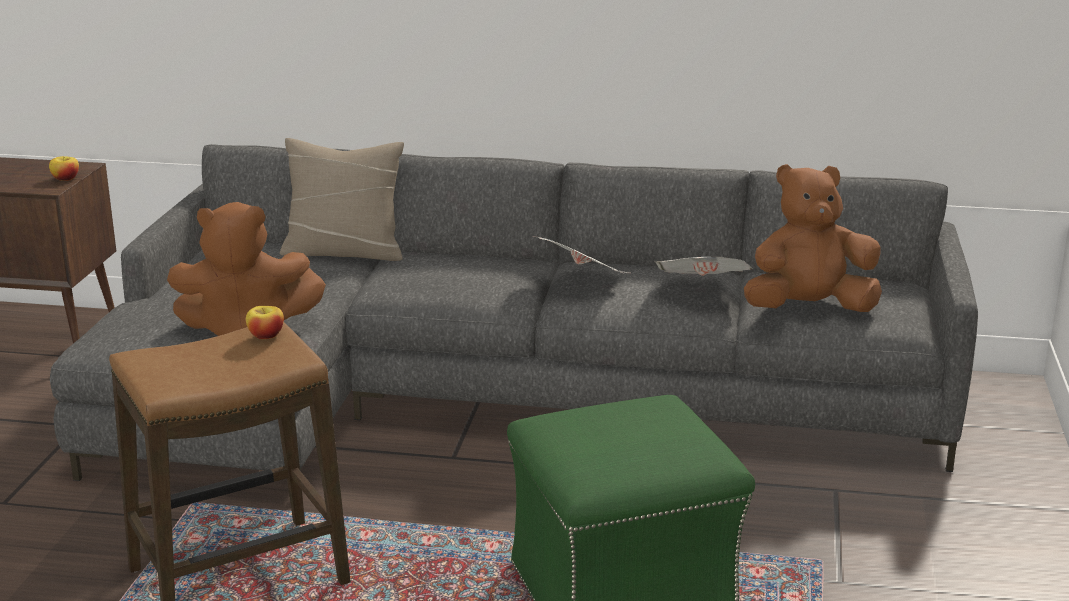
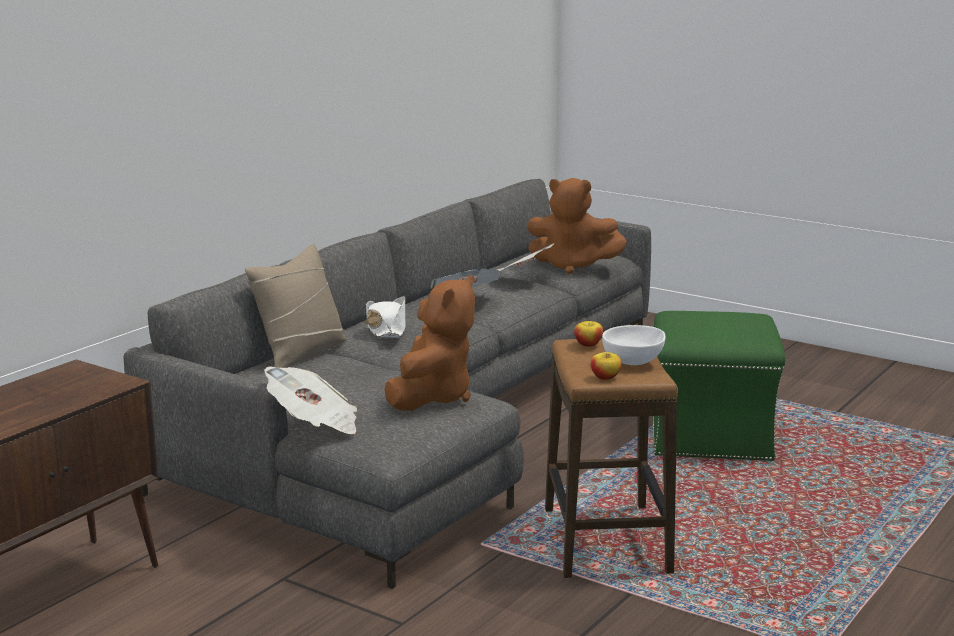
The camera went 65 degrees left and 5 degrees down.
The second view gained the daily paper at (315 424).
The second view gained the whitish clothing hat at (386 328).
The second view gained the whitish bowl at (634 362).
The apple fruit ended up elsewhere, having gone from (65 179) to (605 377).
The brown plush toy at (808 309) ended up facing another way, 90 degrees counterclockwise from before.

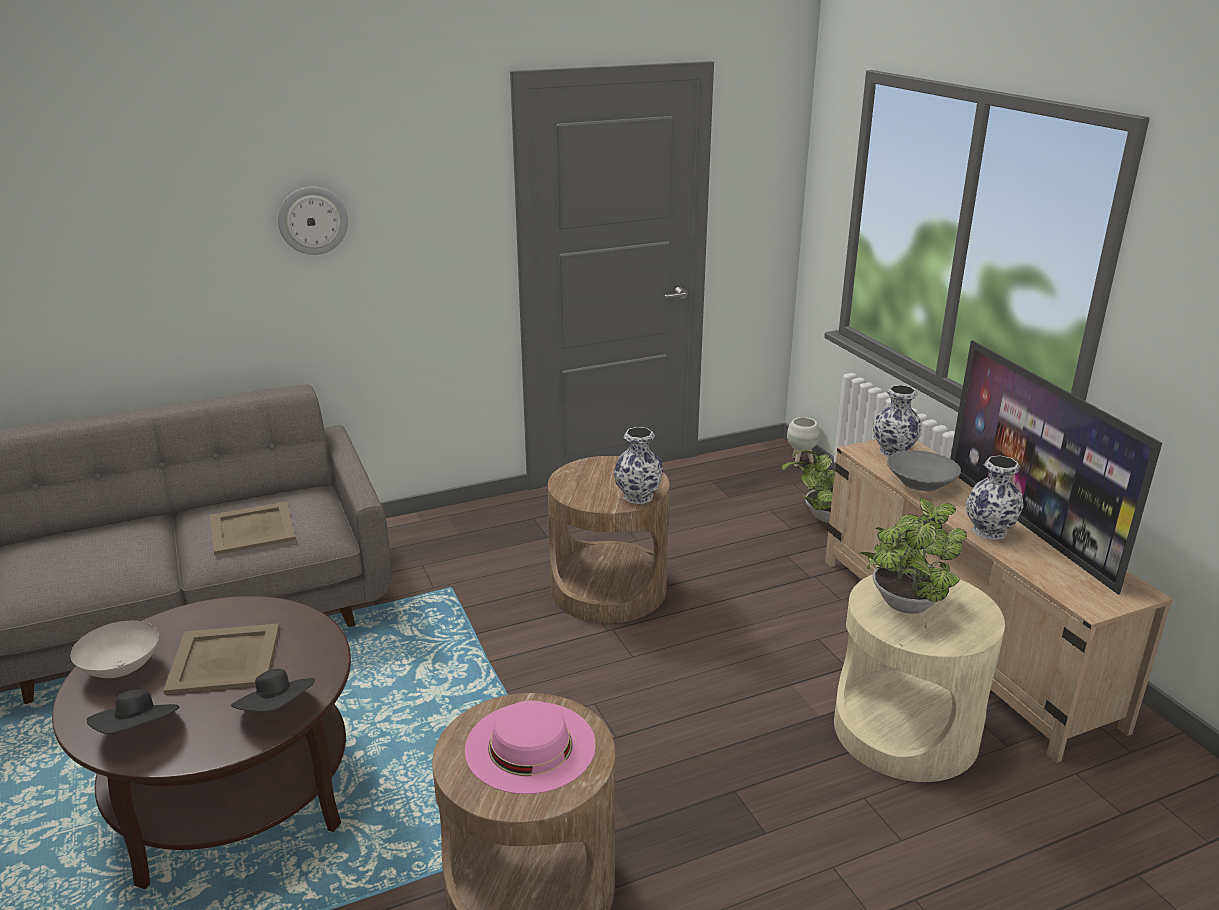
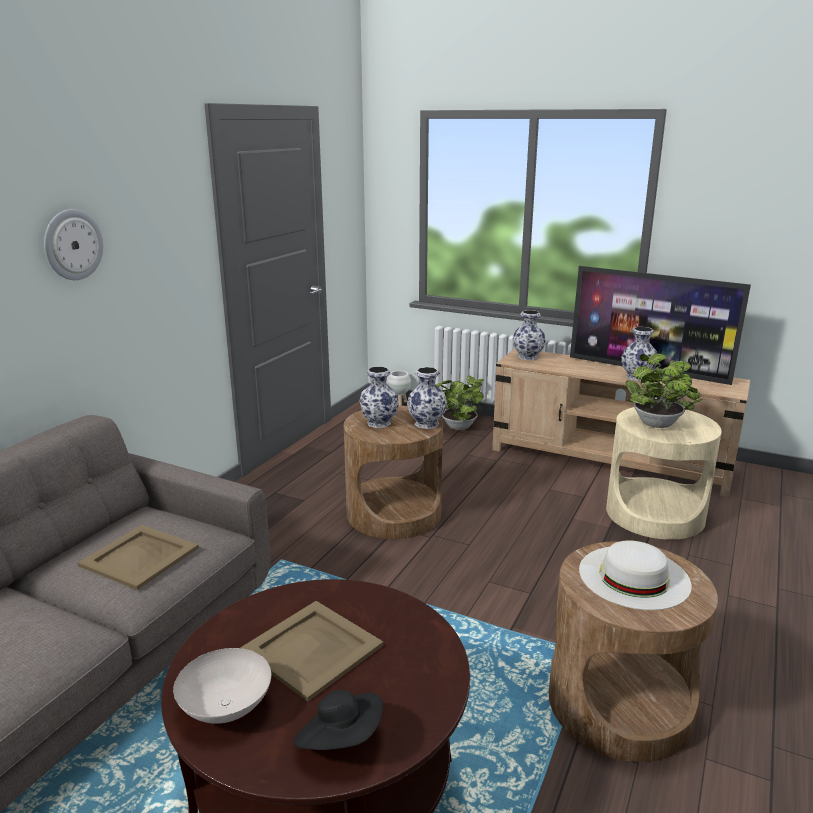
The camera went 40 degrees left and 5 degrees down.
The second view lost the black clothing hat at (278 711).
The second view lost the greyish bowl at (920 484).
The second view gained the flower vase at (379 423).
What was the pink clothing hat at (530 746) turned into the whitish clothing hat at (634 577).

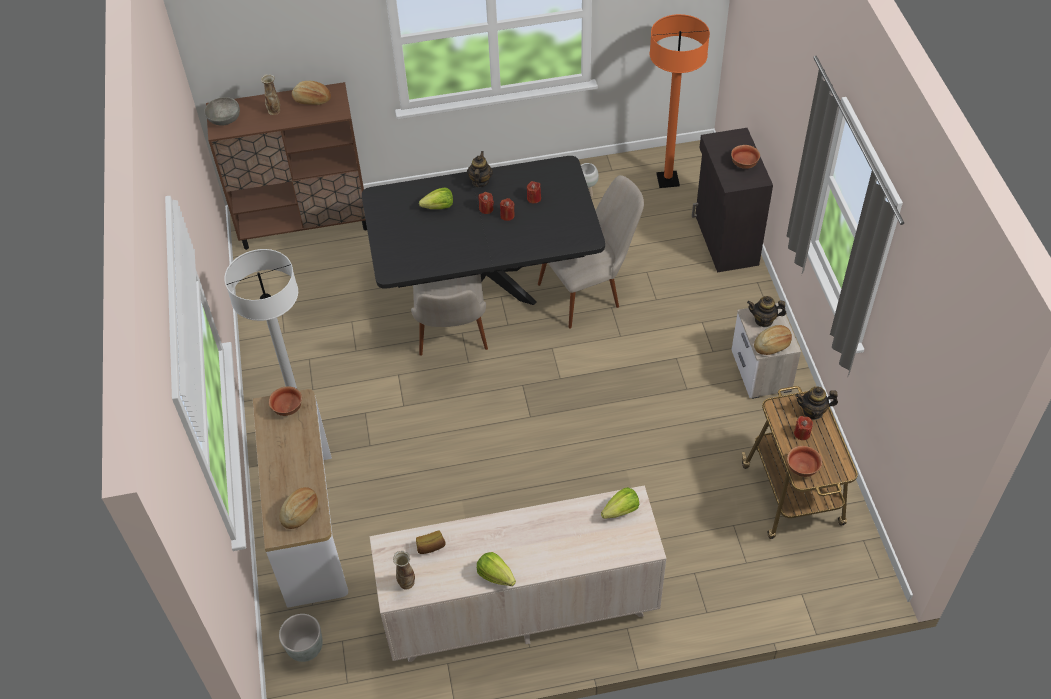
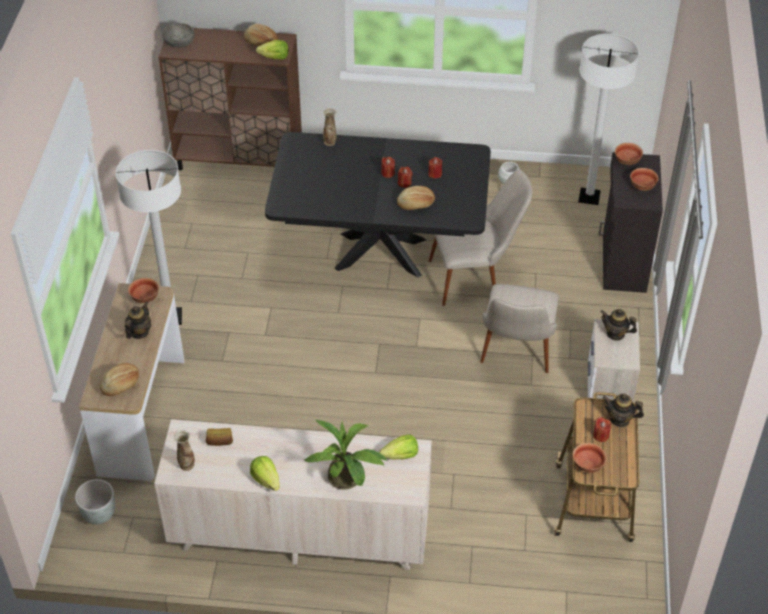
The camera went 15 degrees right and 5 degrees down.
The second view gained the plant in a pot at (347 480).
The second view gained the bowl at (627 162).
The flower vase ended up elsewhere, having gone from (274 111) to (330 142).
The beige-coloured chair ended up elsewhere, having gone from (452 341) to (516 357).
The head of lettuce ended up elsewhere, having gone from (439 207) to (274 58).
The pot for tea ended up elsewhere, having gone from (480 181) to (139 332).
The bread ended up elsewhere, having gone from (772 345) to (416 204).
What was the orange standard lamp at (667 180) turned into the whitish standard lamp at (589 197).

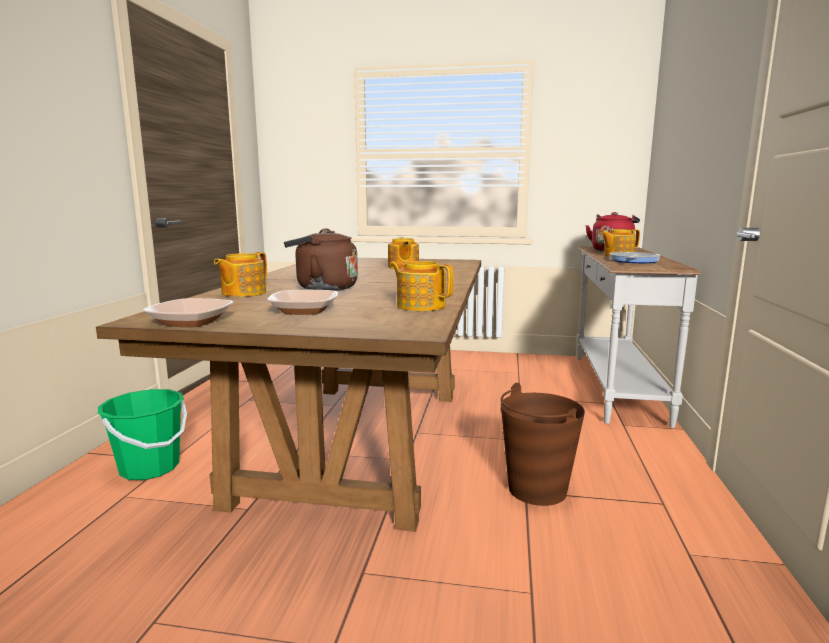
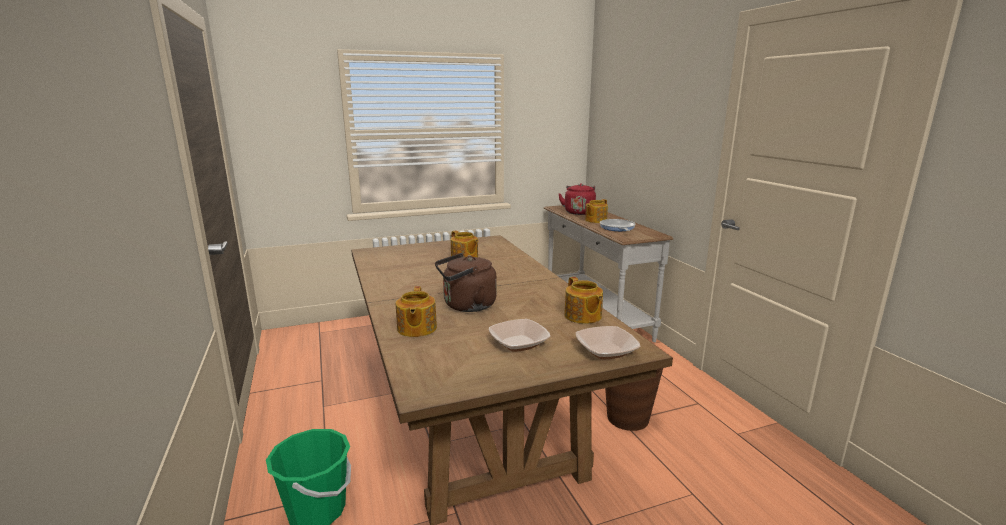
The camera went 30 degrees left and 5 degrees up.
The bowl ended up elsewhere, having gone from (191 322) to (606 351).
The pot for tea at (420 306) ended up facing another way, 120 degrees counterclockwise from before.

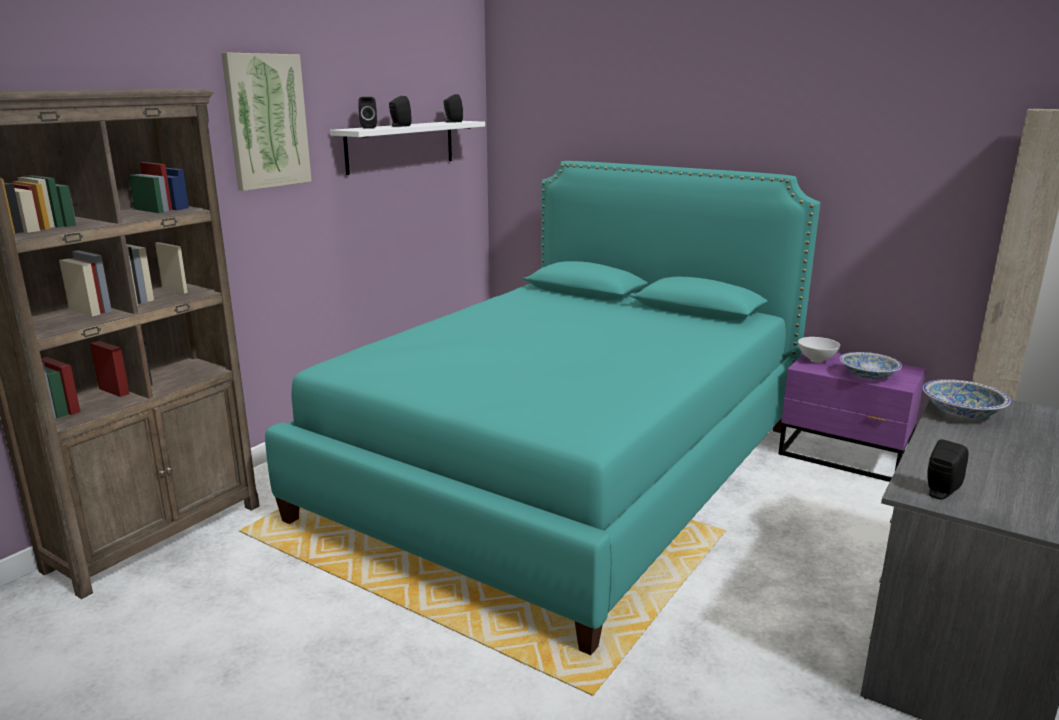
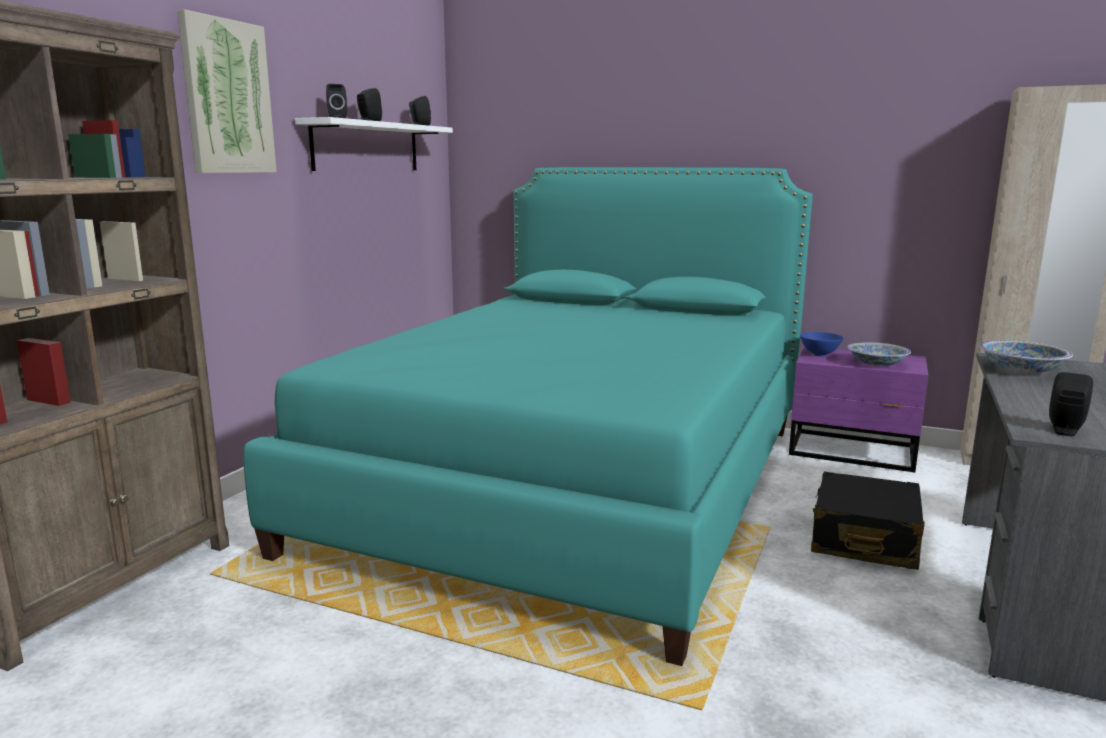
The camera went 10 degrees left and 5 degrees down.
The second view gained the black travel case at (864 539).
What was the whitish bowl at (816 360) turned into the bluish bowl at (819 354).

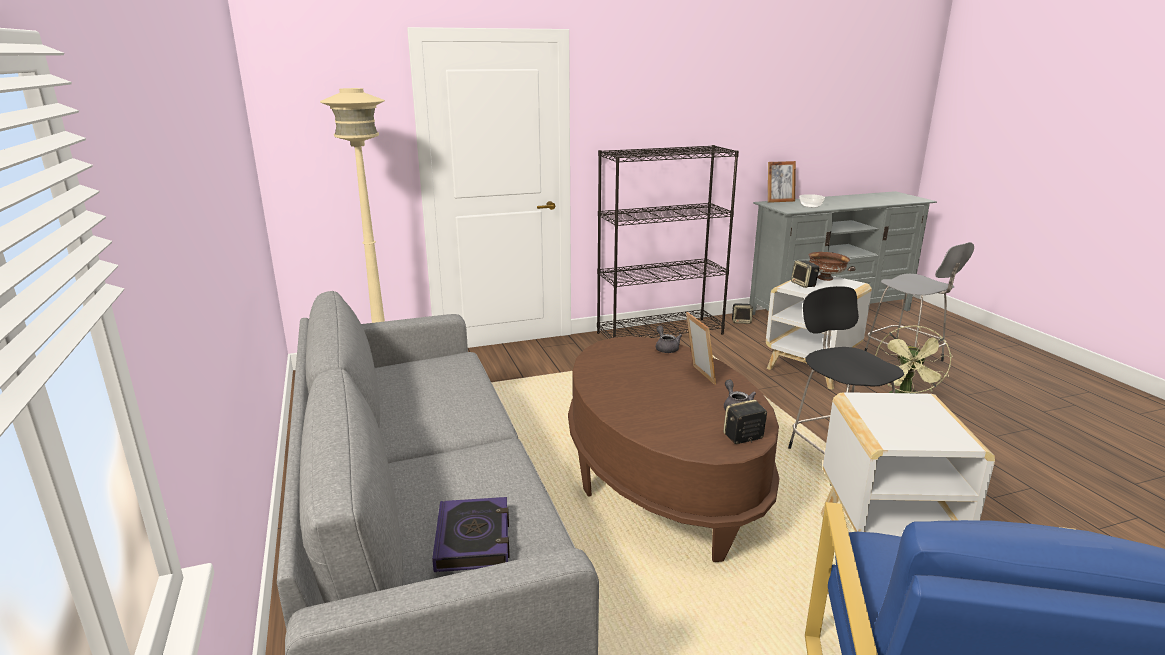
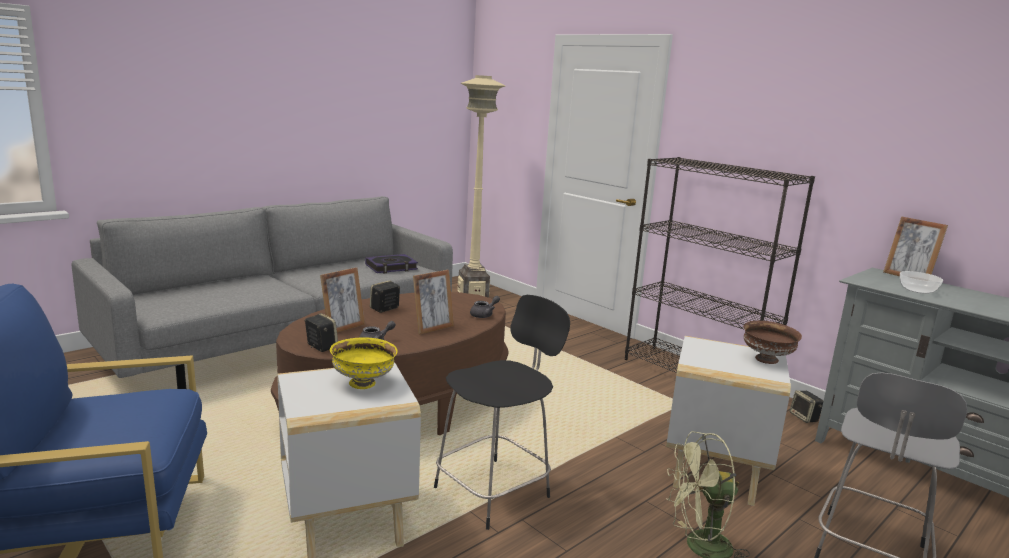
The camera went 65 degrees right and 5 degrees down.
The second view gained the photo frame at (343 328).
The second view gained the yellow bowl at (364 383).
The book ended up elsewhere, having gone from (473 540) to (391 267).
The audio speaker ended up elsewhere, having gone from (804 284) to (384 309).

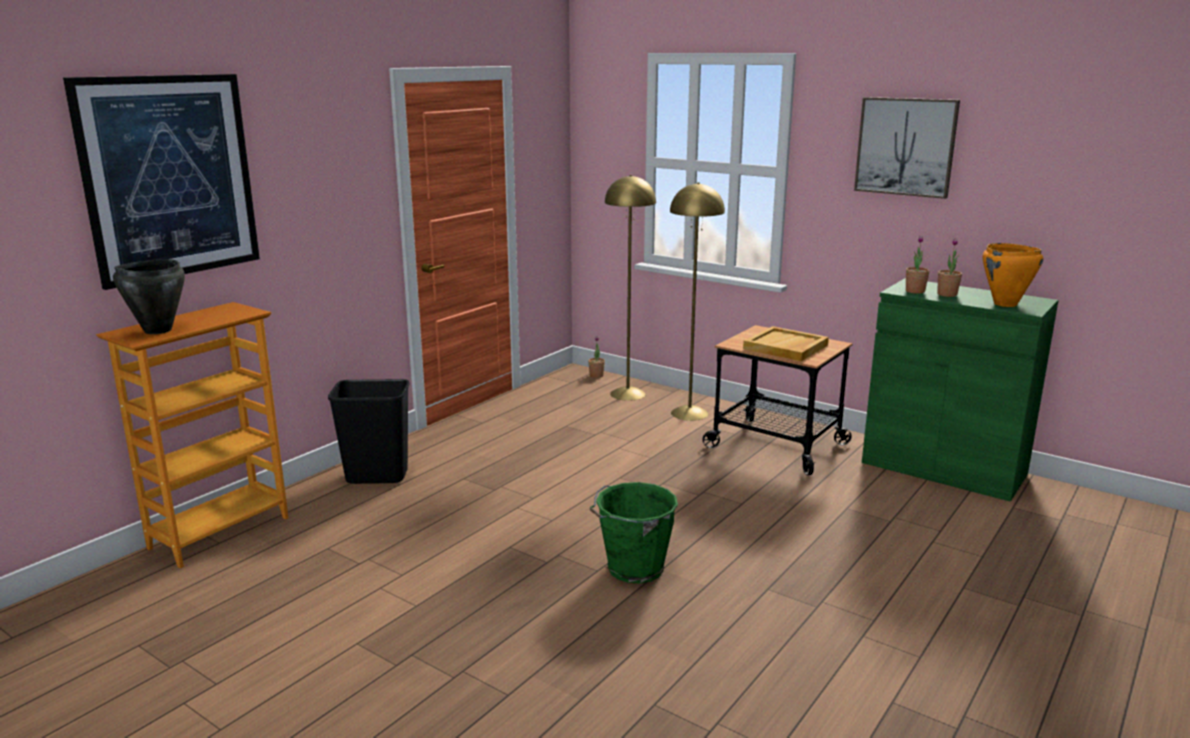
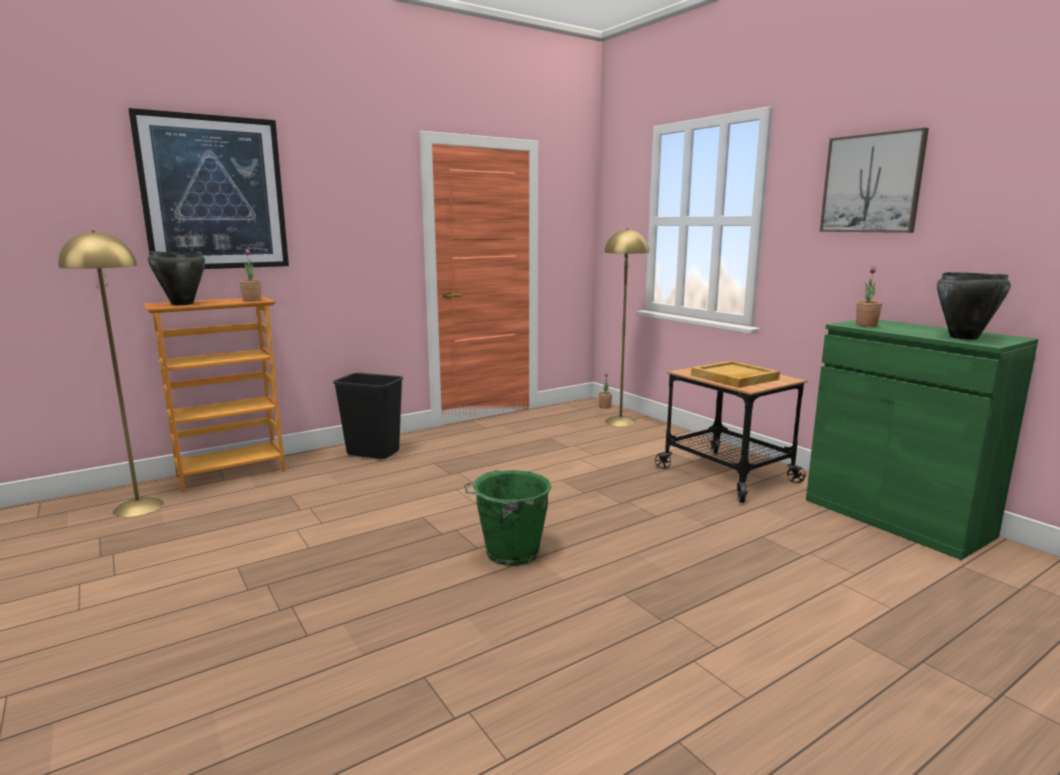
The camera went 20 degrees right and 5 degrees down.
The yellow standard lamp ended up elsewhere, having gone from (689 413) to (138 507).
The plant in a pot ended up elsewhere, having gone from (947 294) to (252 300).
What was the orange stockpot at (1005 304) turned into the black stockpot at (963 337).

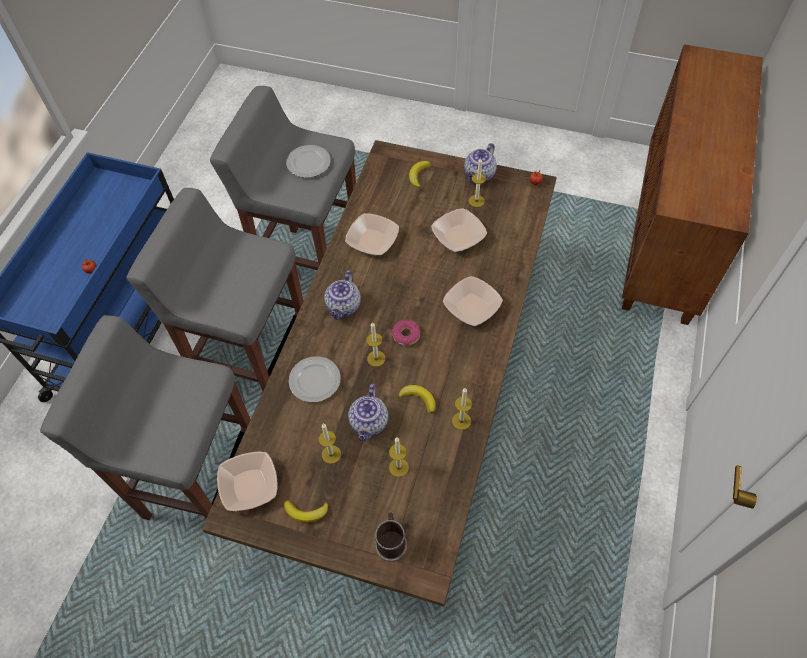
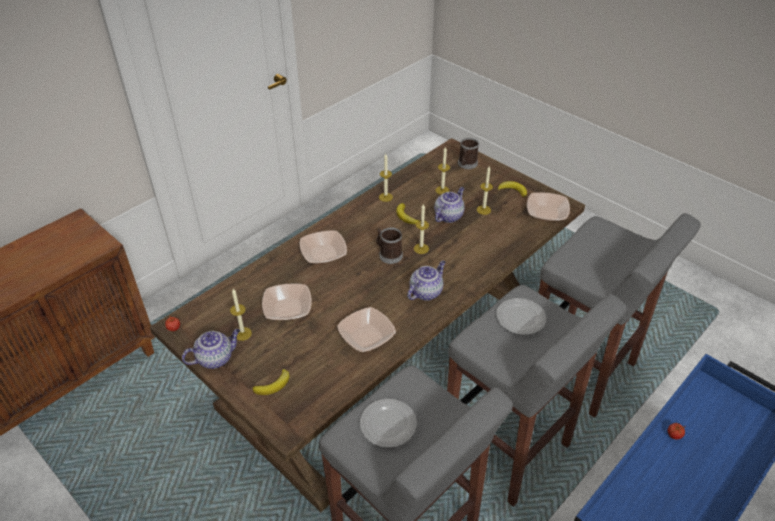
The camera went 155 degrees left and 15 degrees down.
The flat dish ended up elsewhere, having gone from (314 380) to (521 318).
Where the doughnut stood at (406 335), the coffee mug came to stand at (388 254).

